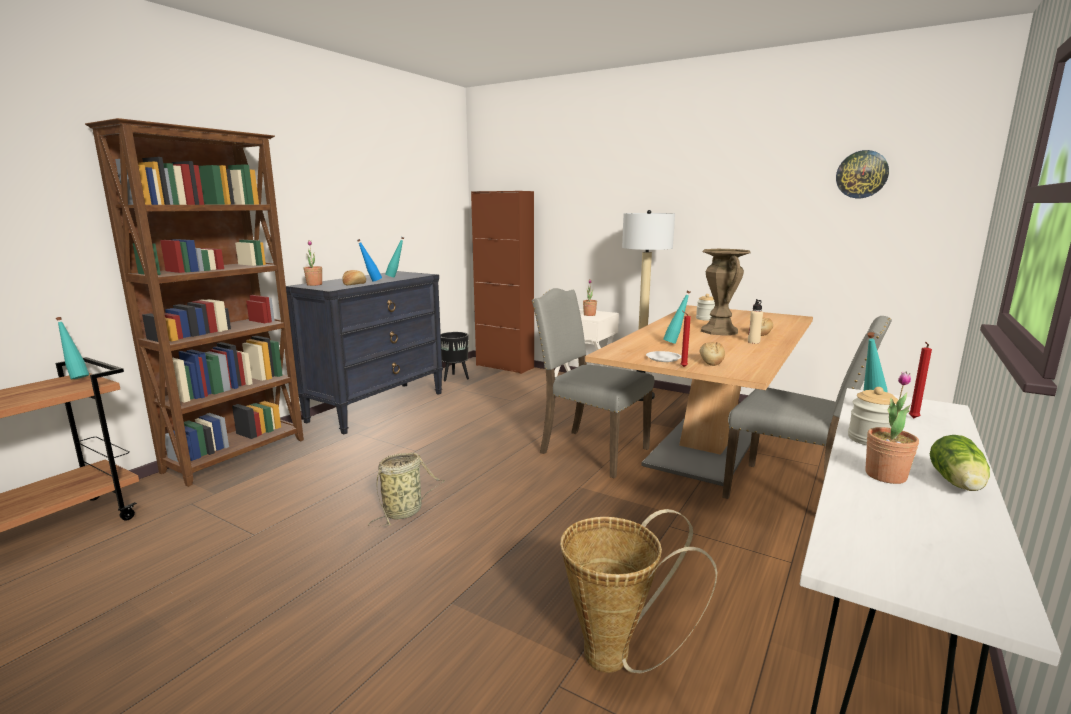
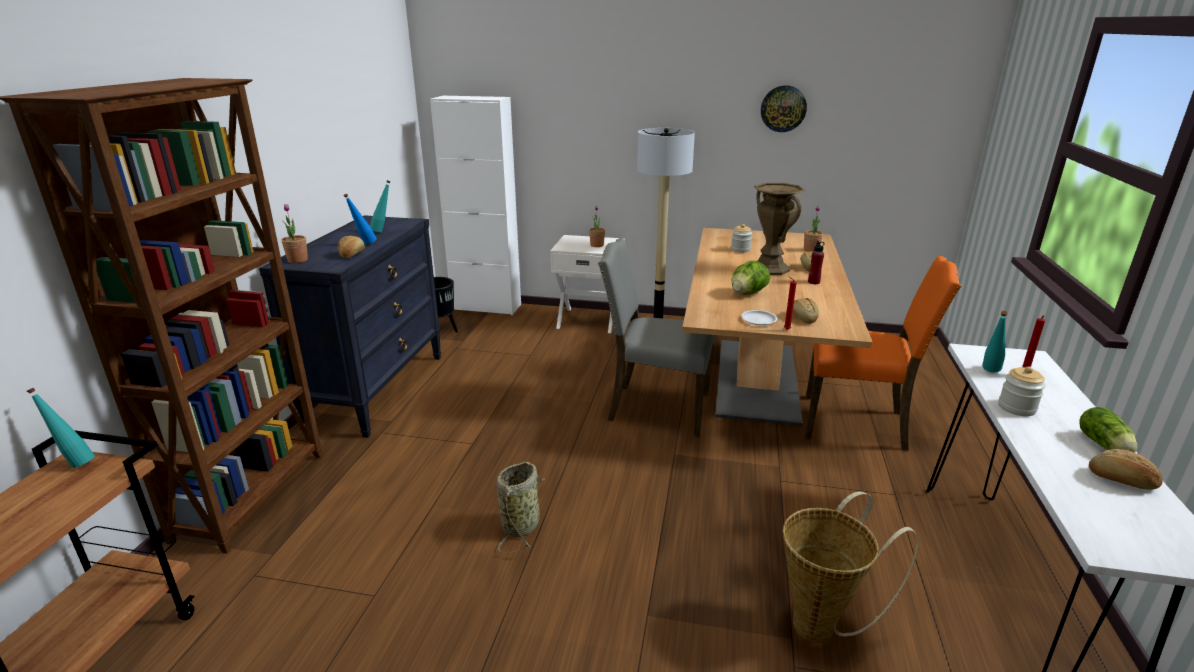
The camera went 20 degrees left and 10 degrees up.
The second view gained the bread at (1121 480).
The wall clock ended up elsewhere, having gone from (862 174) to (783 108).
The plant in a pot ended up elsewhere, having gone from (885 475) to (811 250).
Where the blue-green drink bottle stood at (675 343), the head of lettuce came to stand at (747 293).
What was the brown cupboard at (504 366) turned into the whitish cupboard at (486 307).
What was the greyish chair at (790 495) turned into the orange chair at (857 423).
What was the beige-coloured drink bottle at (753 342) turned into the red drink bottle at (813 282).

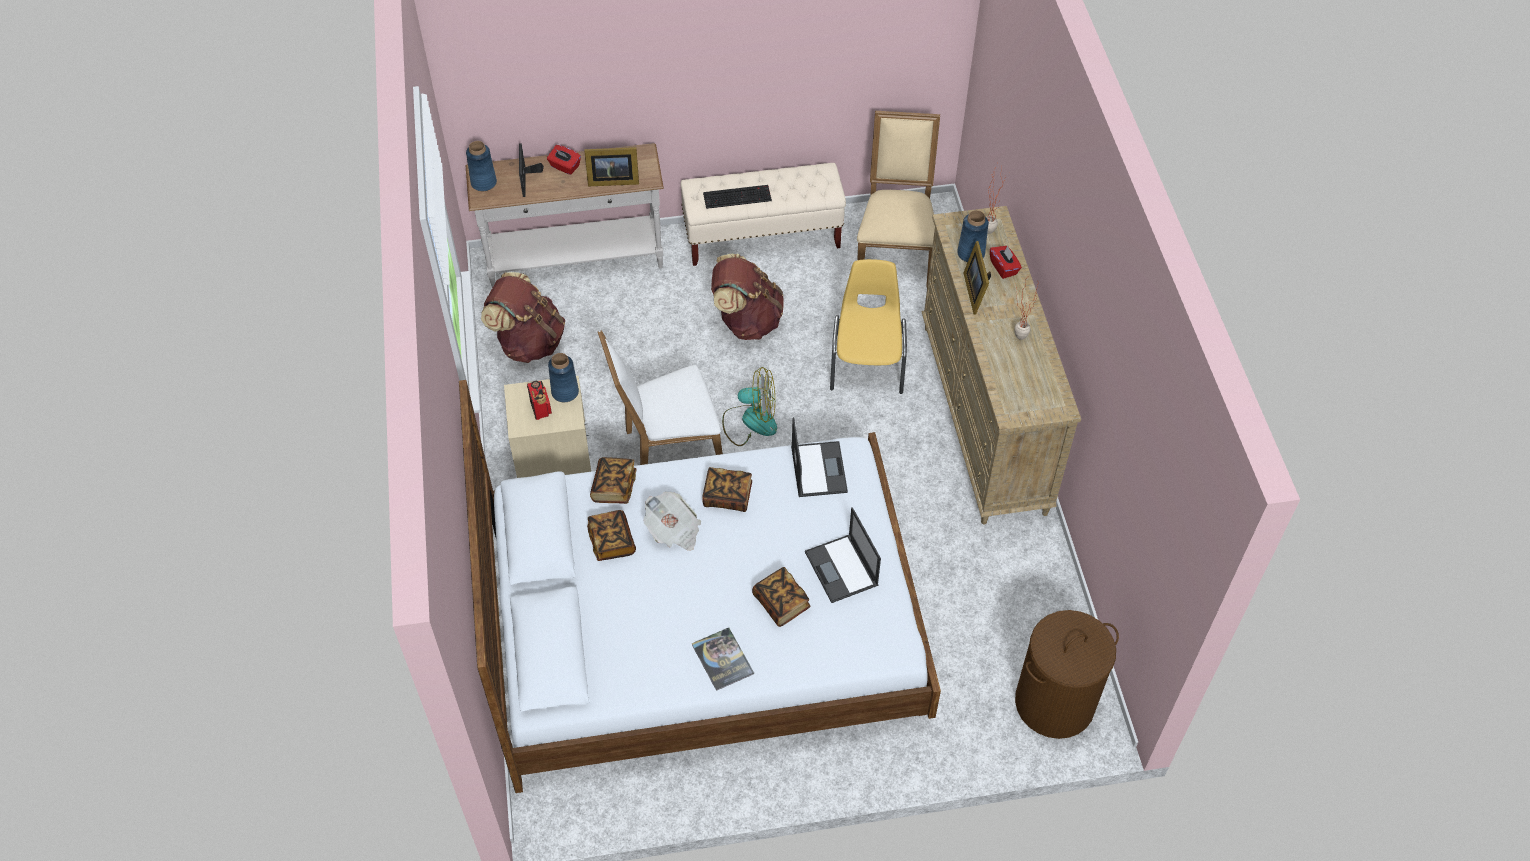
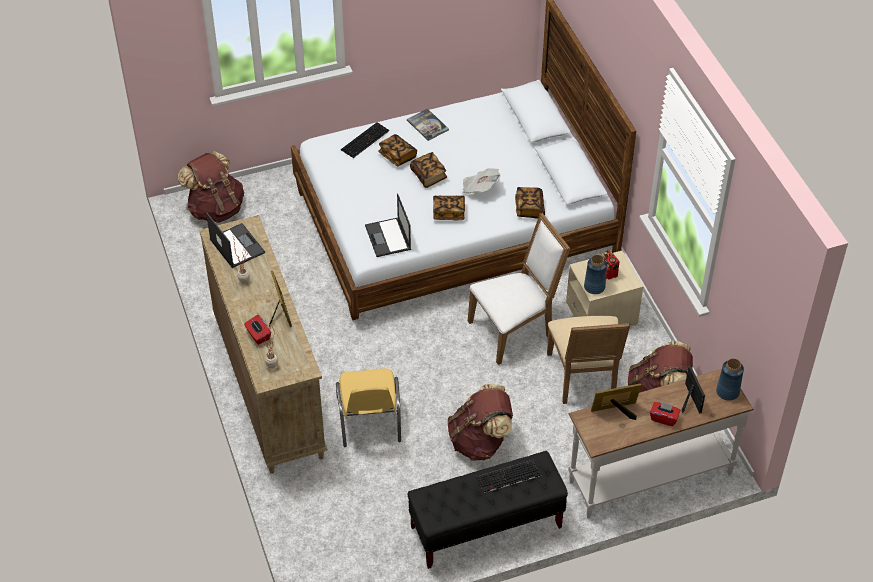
The camera went 170 degrees right and 5 degrees down.
The second view lost the cooling fan at (750 421).
The second view lost the bluish flower vase at (970 253).
The second view gained the PC keyboard at (365 139).
The book ended up elsewhere, having gone from (611 542) to (428 176).
The portable computer ended up elsewhere, having gone from (842 569) to (236 245).
The beige-coloured chair ended up elsewhere, having gone from (895 253) to (584 379).
Where the brown hamper stood at (1054 703), the brown rucksack came to stand at (215 209).
What was the beige-coloured bench at (763 237) turned into the black bench at (485 527).

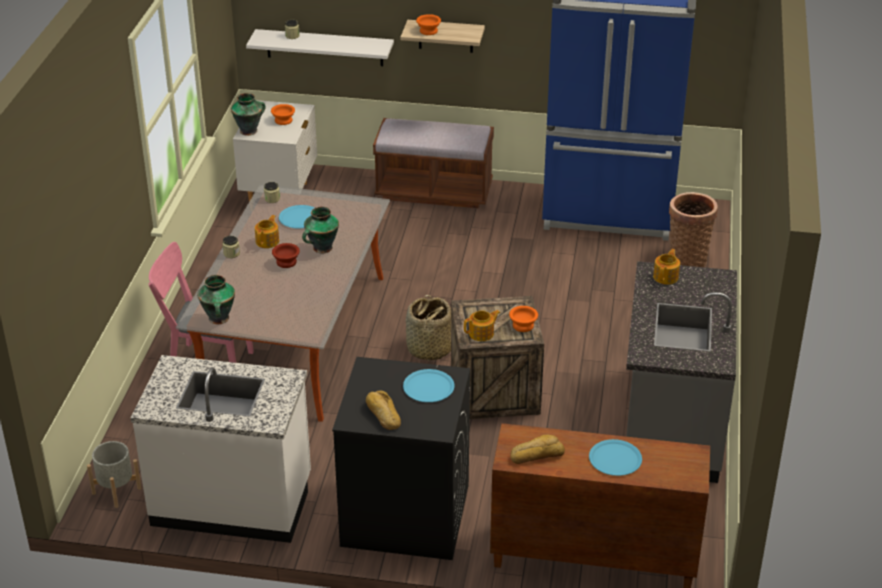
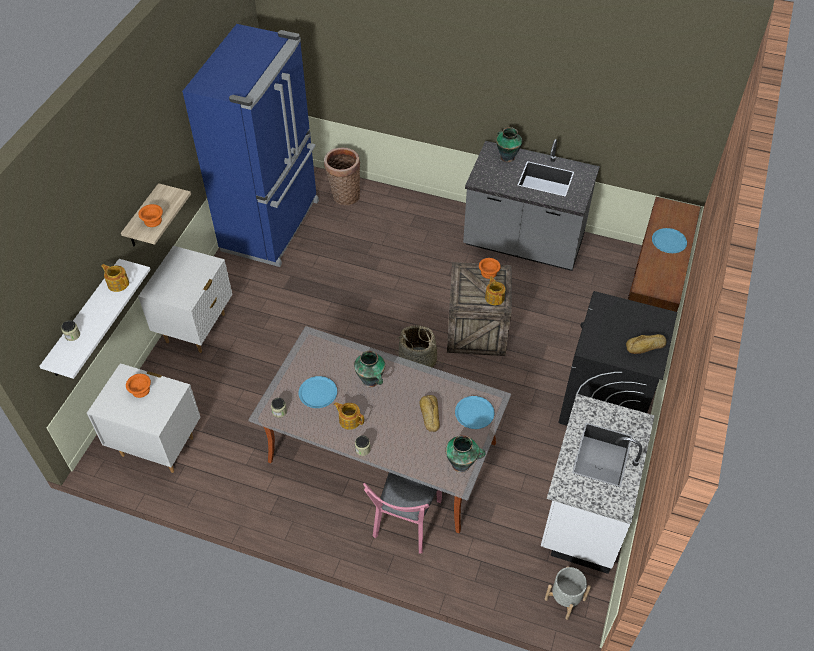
The camera went 80 degrees left and 15 degrees up.
The second view lost the brown bowl at (285 262).
The flower vase ended up elsewhere, having gone from (249 131) to (506 157).
The bluish flat dish ended up elsewhere, having gone from (428 387) to (474 413).
The bread ended up elsewhere, having gone from (536 454) to (429 415).
The pot for tea ended up elsewhere, having gone from (666 277) to (118 283).
Where the brown bench stood at (434 192), the whitish bedside table came to stand at (196 328).

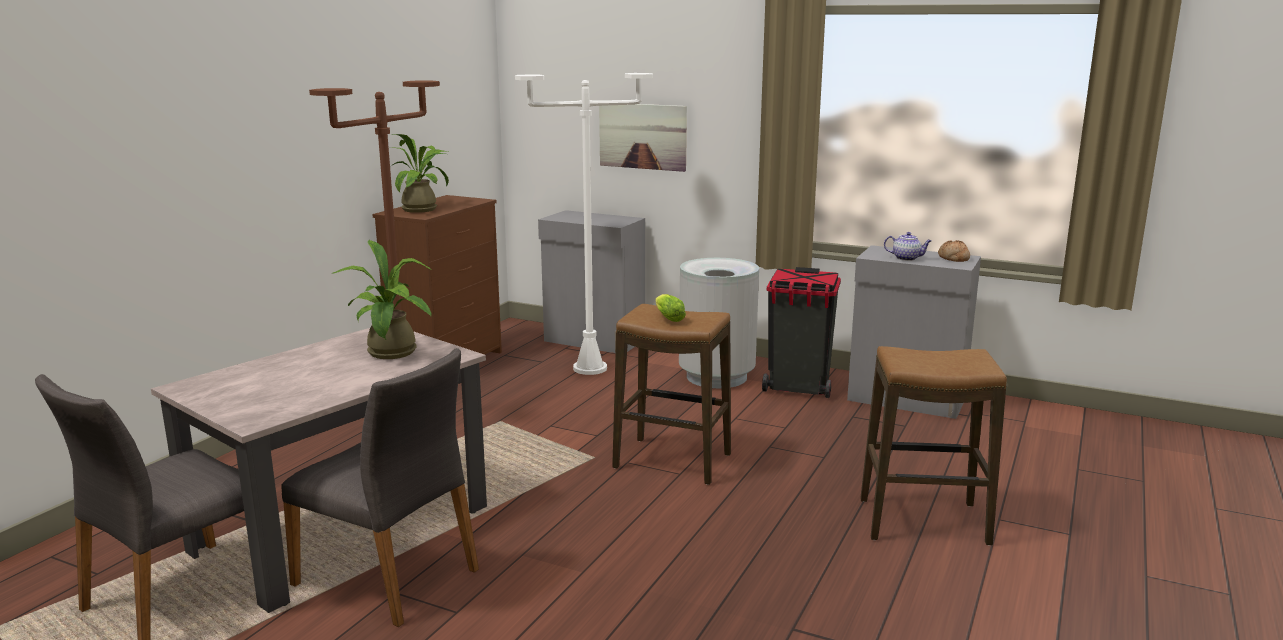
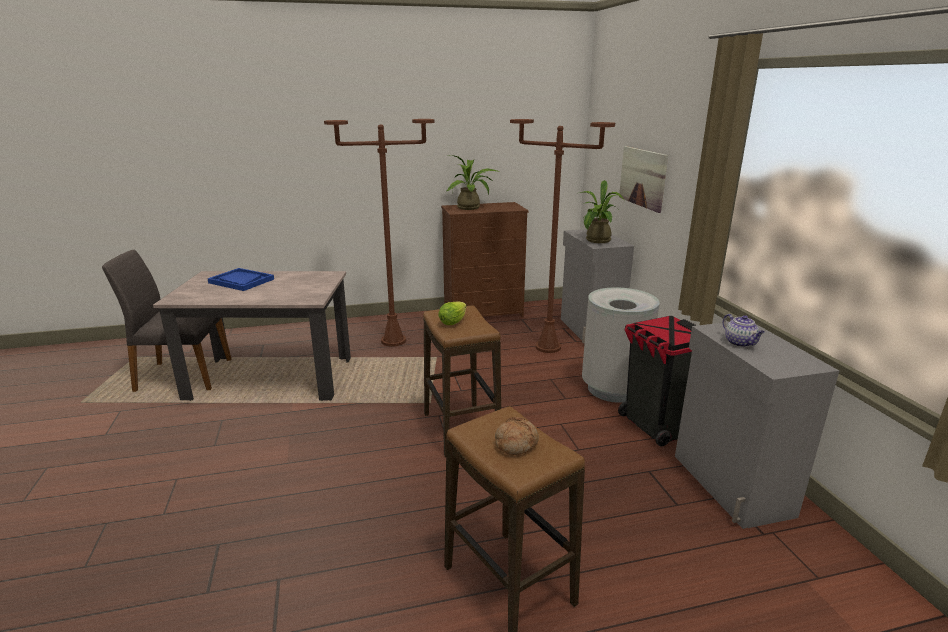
The camera went 50 degrees right and 5 degrees up.
The second view lost the greyish chair at (390 576).
The second view gained the bluish serving tray at (241 281).
The plant in a pot ended up elsewhere, having gone from (392 354) to (596 241).
The bread ended up elsewhere, having gone from (953 258) to (515 443).
What was the whitish standard lamp at (589 368) turned into the brown standard lamp at (547 347).

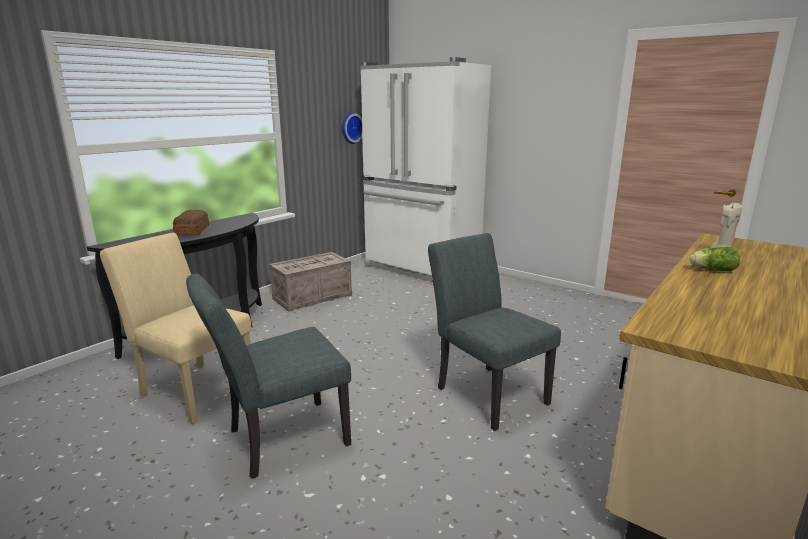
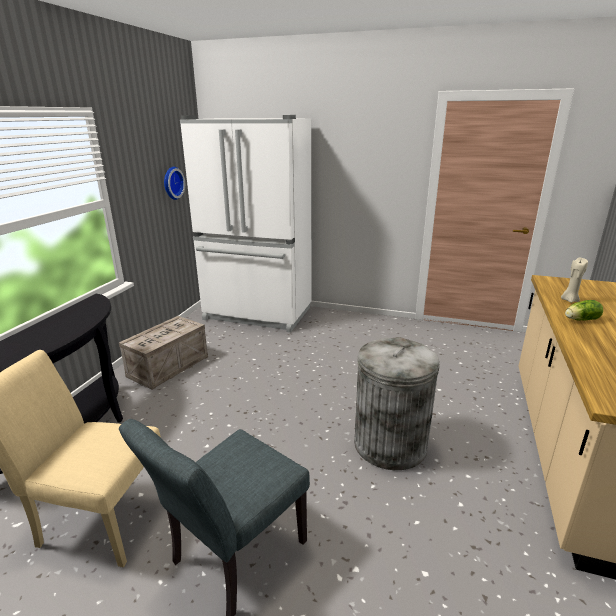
The camera went 20 degrees left and 5 degrees up.
The second view lost the bread at (191 231).
Where the greyish chair stood at (486 392), the greyish rubbish bin came to stand at (390 444).

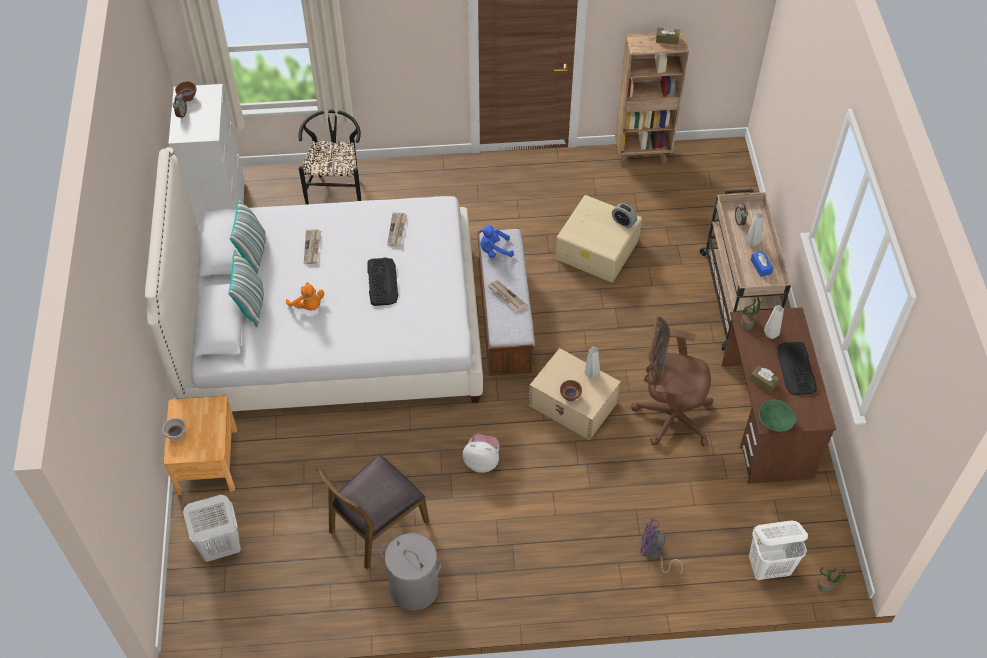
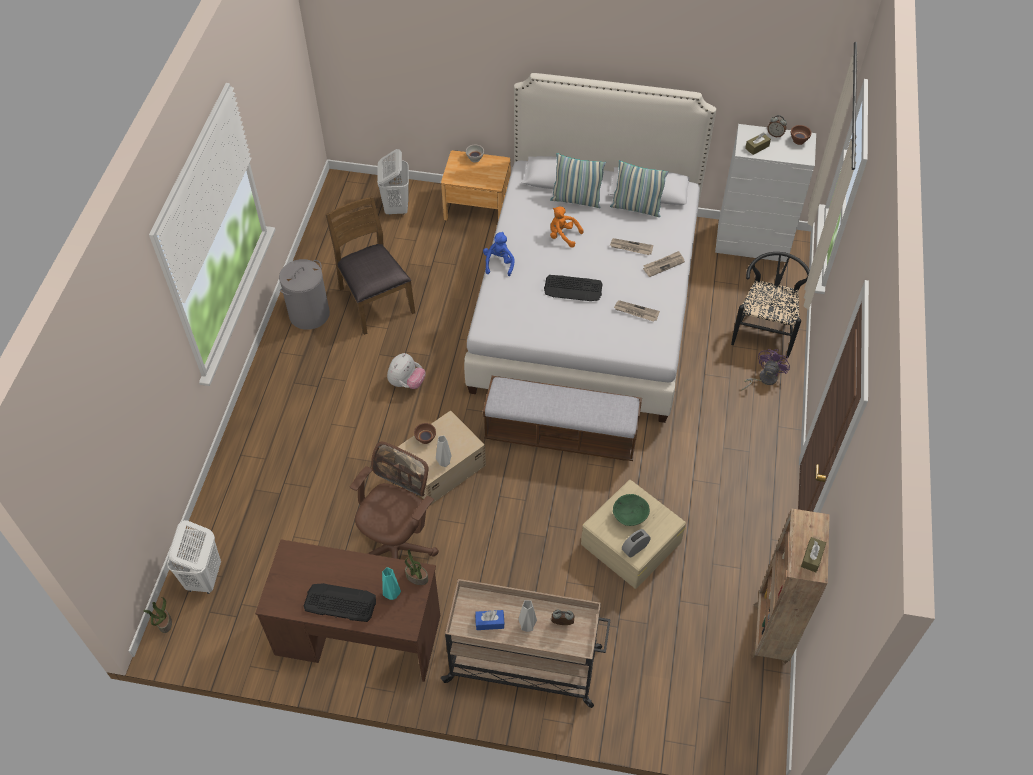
The camera went 105 degrees right and 0 degrees up.
The bluish plush toy ended up elsewhere, having gone from (494 251) to (499 263).
The daily paper ended up elsewhere, having gone from (506 297) to (663 264).
The purple-coloured cooling fan ended up elsewhere, having gone from (654 554) to (763 379).
The brown tissue holder ended up elsewhere, having gone from (763 382) to (757 147).
The greenish bowl ended up elsewhere, having gone from (774 422) to (630 515).
What was the greyish flower vase at (770 334) turned into the blue-green flower vase at (392 593).
The orange plush toy at (308 306) ended up facing another way, 60 degrees clockwise from before.
The black chair at (337 189) ended up facing another way, 90 degrees counterclockwise from before.

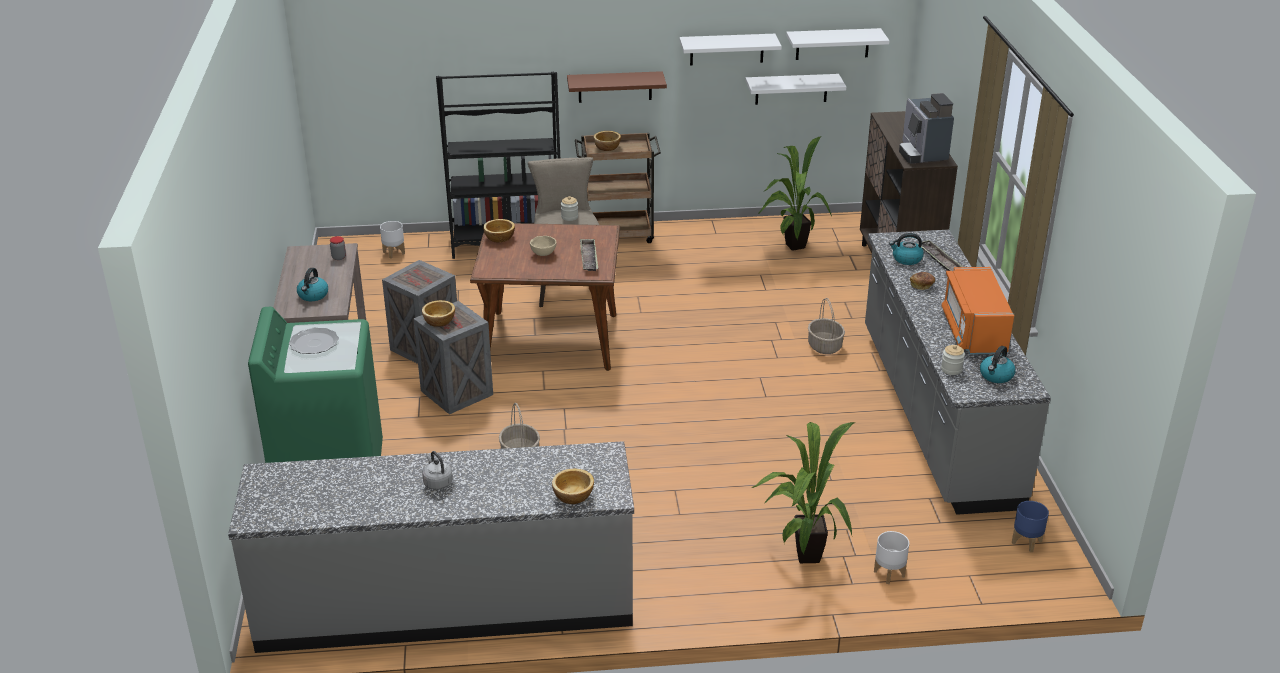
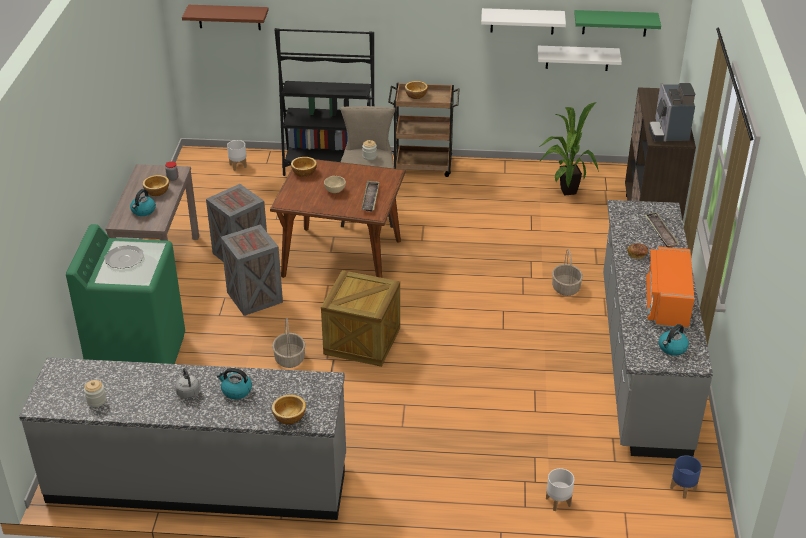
The camera went 10 degrees right and 5 degrees up.
The second view lost the plant in a pot at (802 556).
The second view gained the packing crate at (362 341).
The bowl ended up elsewhere, having gone from (439 321) to (157 191).
The brown wall shelf ended up elsewhere, having gone from (615 87) to (229 17).
The kettle ended up elsewhere, having gone from (906 259) to (236 391).
The jar ended up elsewhere, having gone from (951 369) to (96 401).
What was the whitish wall shelf at (832 44) turned into the greenish wall shelf at (615 23).

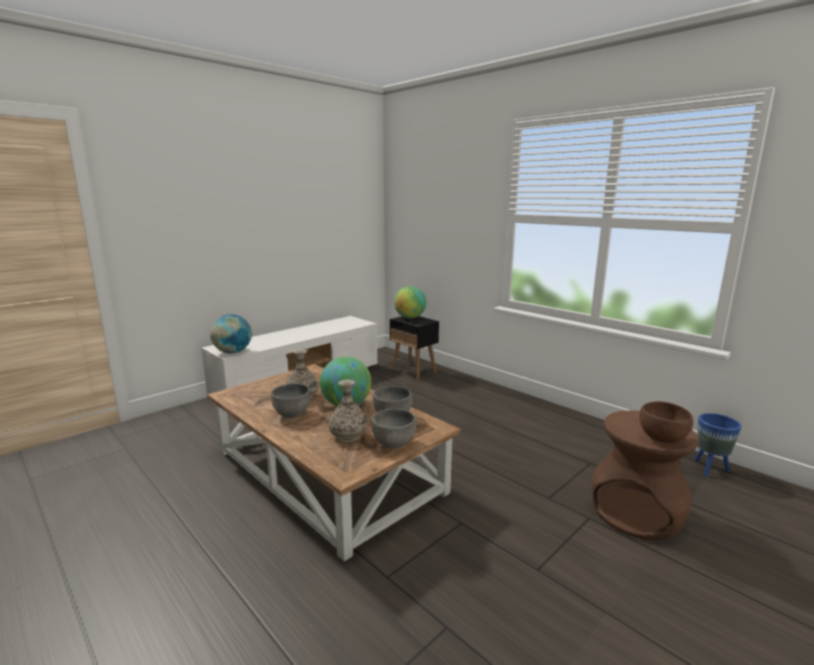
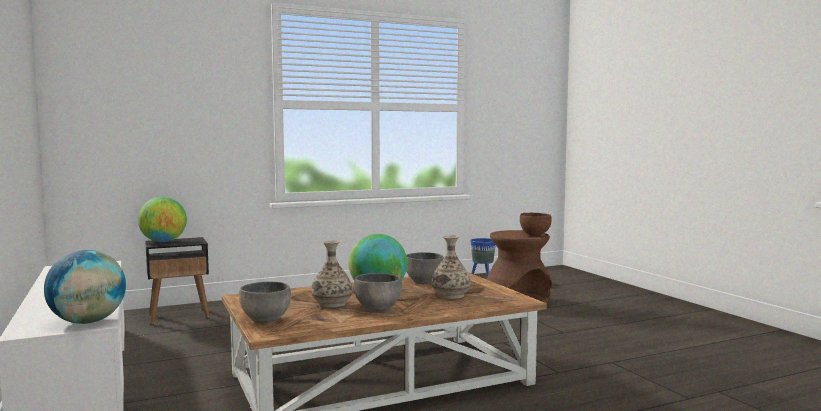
The camera went 70 degrees left and 10 degrees down.
The greyish bowl ended up elsewhere, having gone from (393 444) to (265 320).

